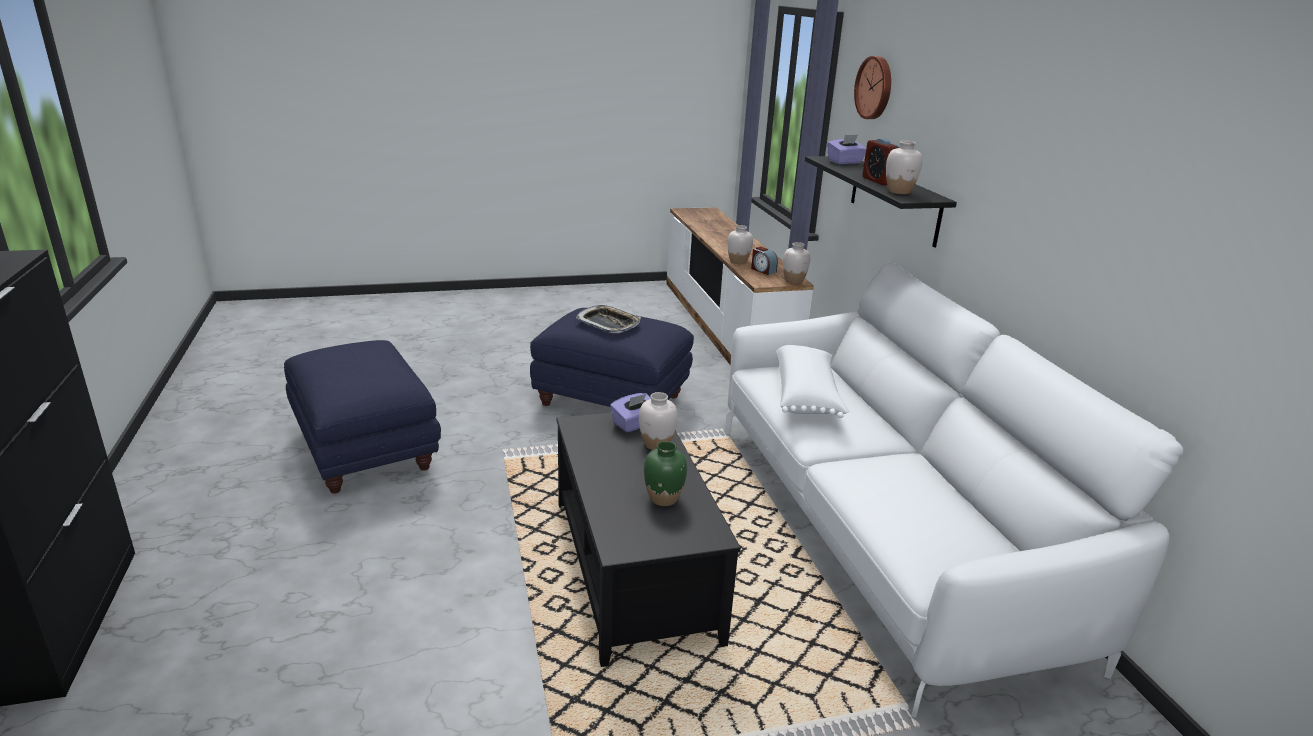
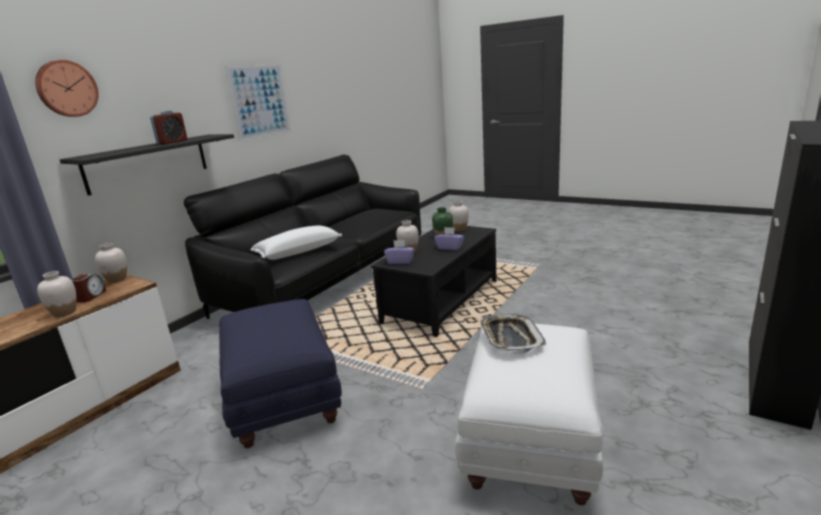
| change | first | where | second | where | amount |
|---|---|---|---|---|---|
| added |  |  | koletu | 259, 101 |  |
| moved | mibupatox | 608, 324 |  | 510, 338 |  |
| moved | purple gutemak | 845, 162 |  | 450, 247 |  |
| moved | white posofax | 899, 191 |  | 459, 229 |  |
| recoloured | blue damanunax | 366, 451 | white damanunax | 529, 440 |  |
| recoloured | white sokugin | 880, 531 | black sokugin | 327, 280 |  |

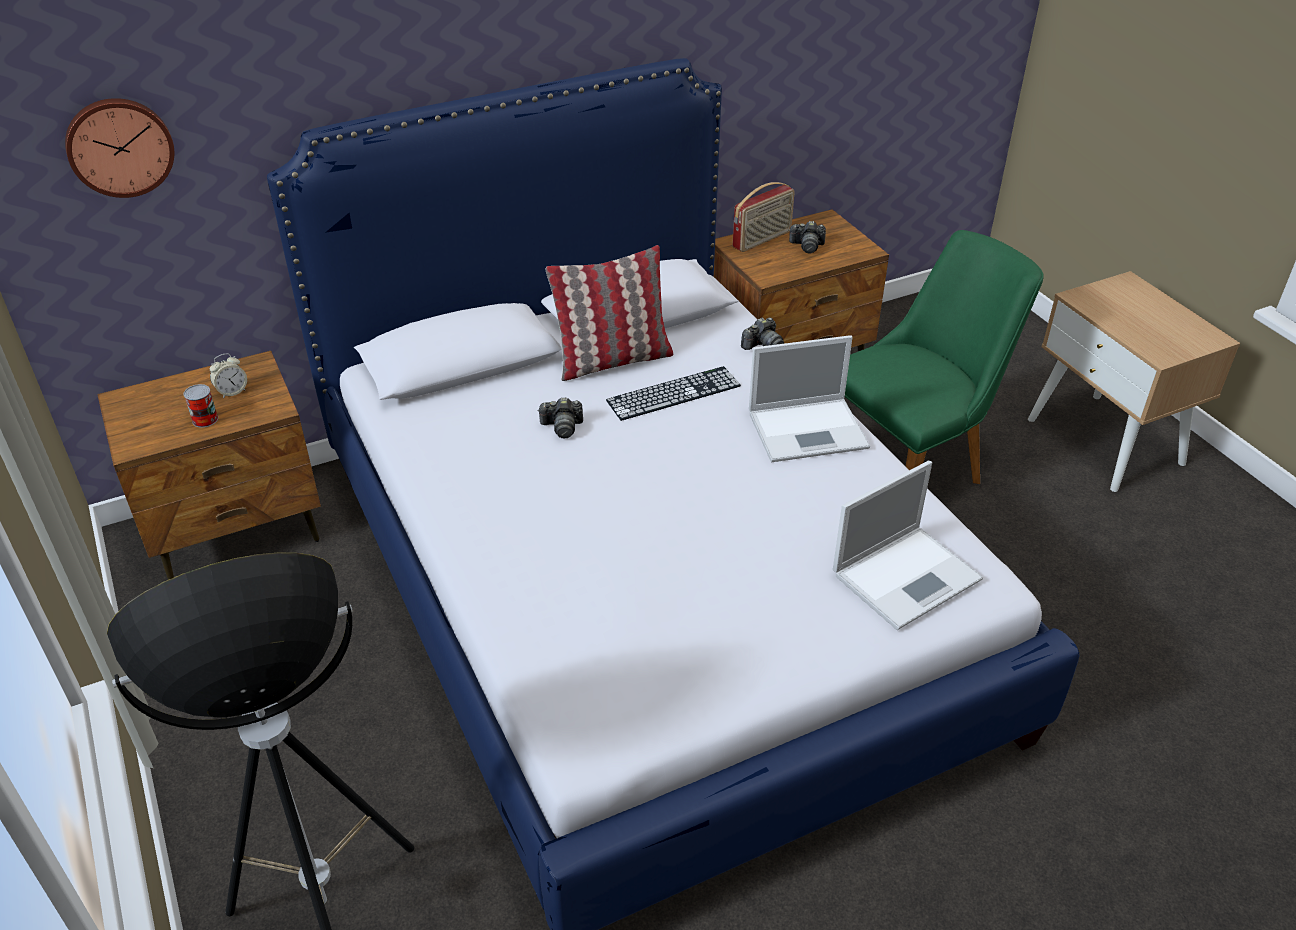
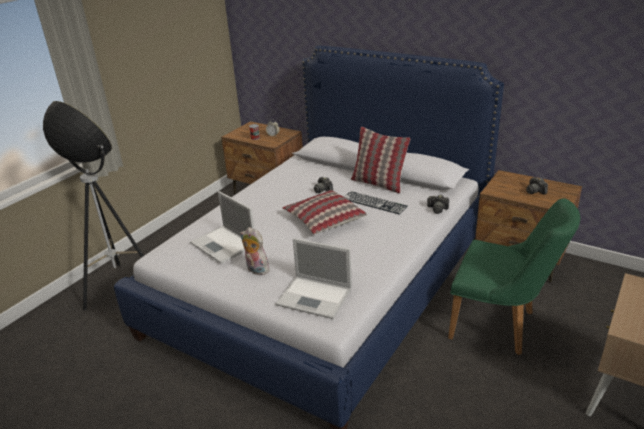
| change | first | where | second | where | amount |
|---|---|---|---|---|---|
| removed | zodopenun | 119, 146 |  |  |  |
| removed | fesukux | 762, 240 |  |  |  |
| added |  |  | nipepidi | 256, 270 |  |
| added |  |  | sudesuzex | 324, 220 |  |
| moved | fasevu | 810, 429 |  | 224, 245 |  |

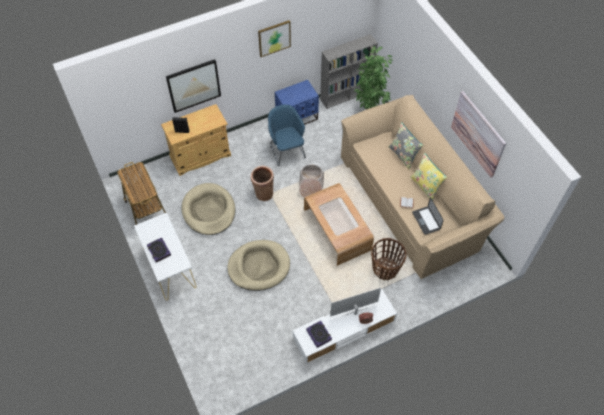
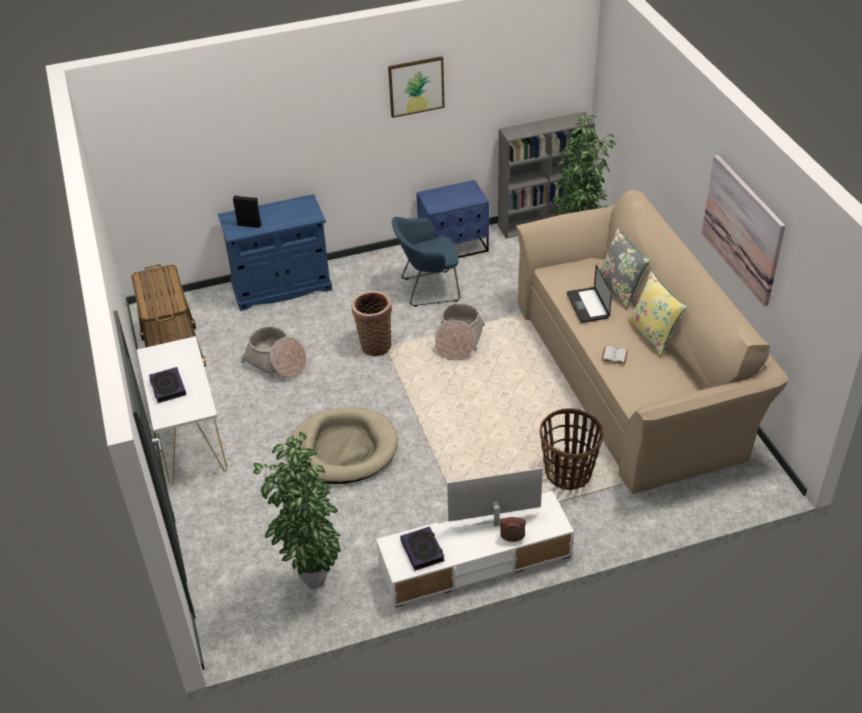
| change | first | where | second | where | amount |
|---|---|---|---|---|---|
| removed | koletu | 193, 85 |  |  |  |
| removed | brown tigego | 337, 229 |  |  |  |
| added |  |  | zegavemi | 311, 579 |  |
| moved | fasevu | 426, 221 |  | 587, 306 |  |
| replaced | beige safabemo | 209, 211 | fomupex | 276, 362 |  |
| recoloured | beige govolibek | 200, 156 | blue govolibek | 281, 287 |  |
| turned | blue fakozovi | 286, 150 |  | 427, 289 | 90 degrees counterclockwise |

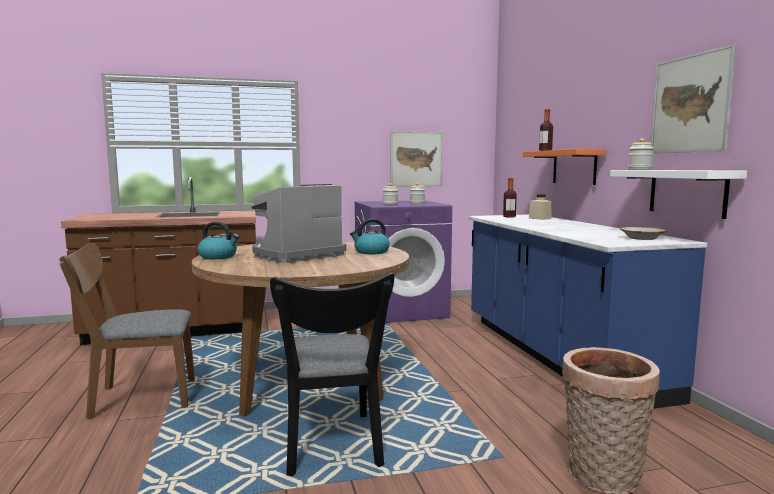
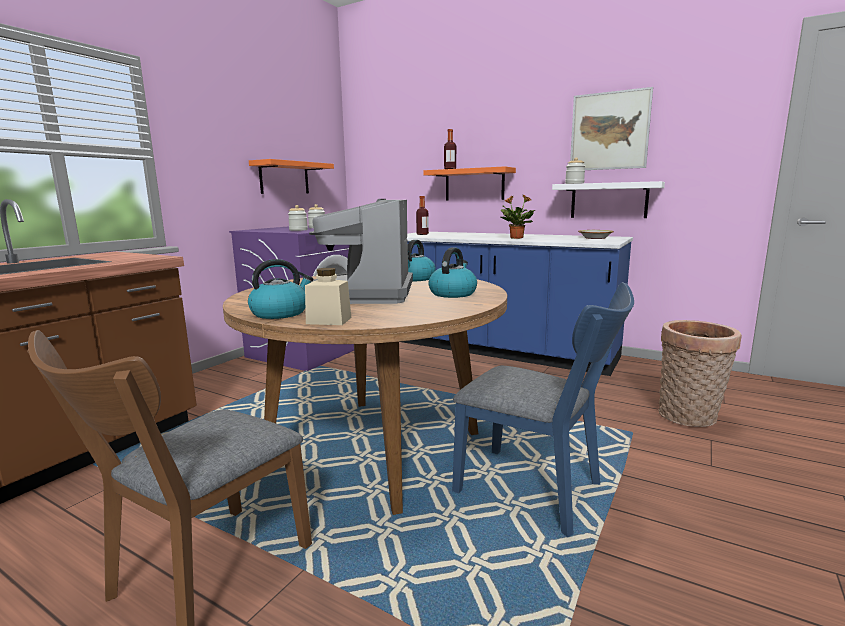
| change | first | where | second | where | amount |
|---|---|---|---|---|---|
| added |  |  | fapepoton | 453, 293 |  |
| added |  |  | zegavemi | 516, 238 |  |
| moved | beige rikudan | 540, 218 |  | 329, 320 |  |
| replaced | koletu | 416, 159 | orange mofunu | 284, 178 |  |
| recoloured | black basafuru | 332, 448 | blue basafuru | 538, 492 |  |

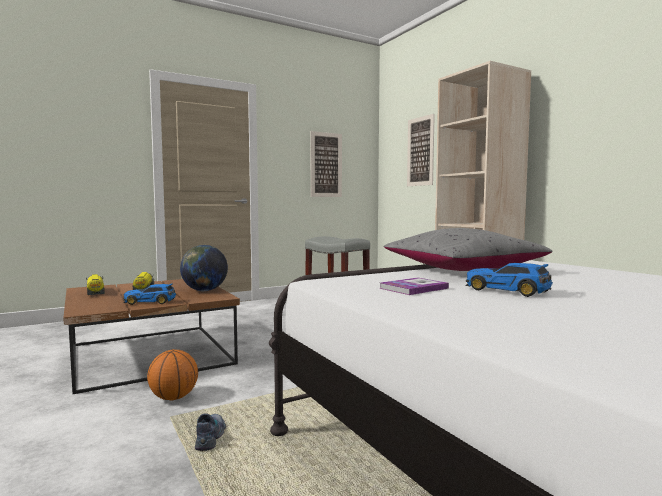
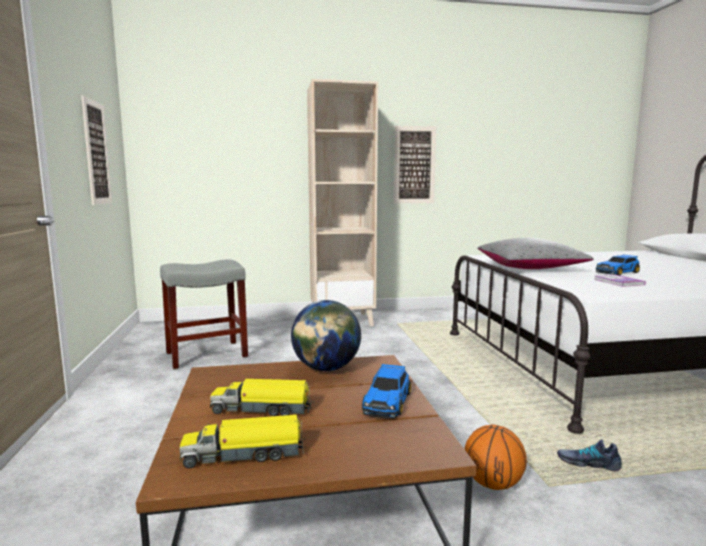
| change | first | where | second | where | amount |
|---|---|---|---|---|---|
| moved | koletu | 420, 151 |  | 414, 165 |  |

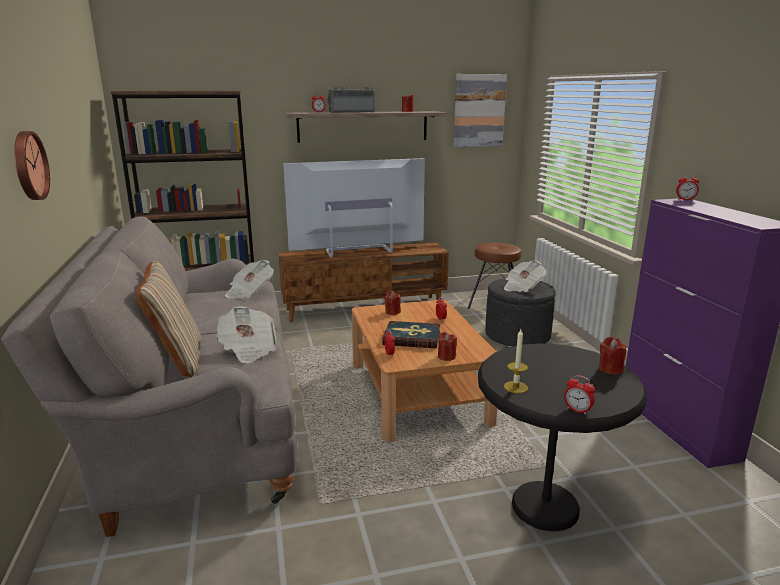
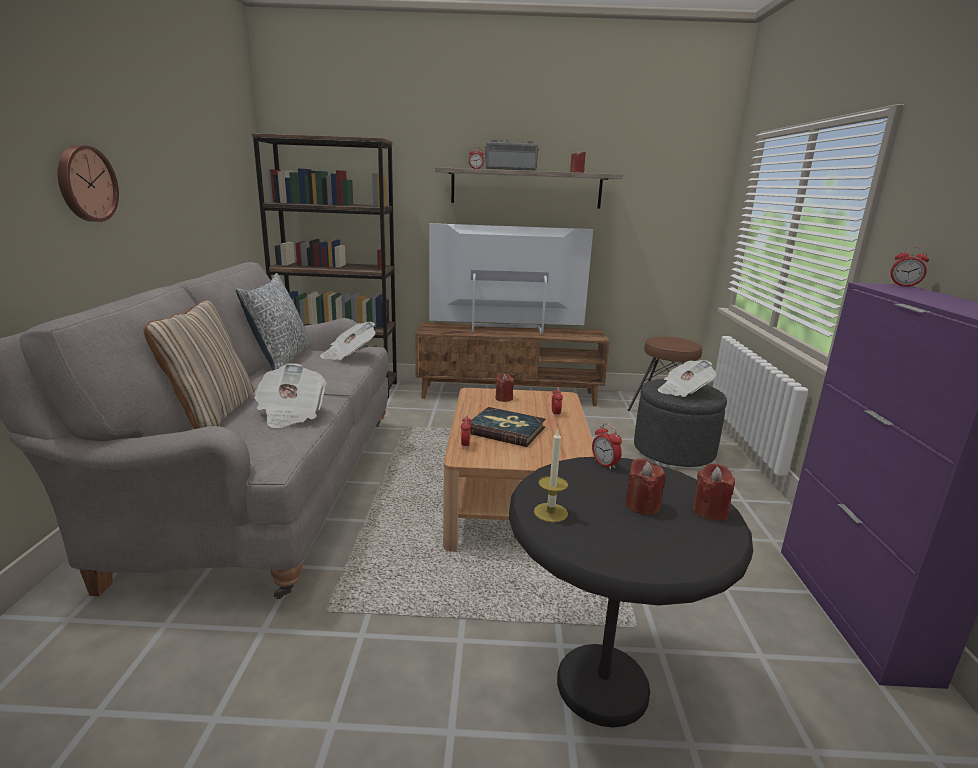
| change | first | where | second | where | amount |
|---|---|---|---|---|---|
| removed | koletu | 479, 110 |  |  |  |
| added |  |  | sudesuzex | 281, 359 |  |
| moved | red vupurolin | 446, 356 |  | 642, 505 |  |
| moved | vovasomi | 577, 410 |  | 604, 464 |  |

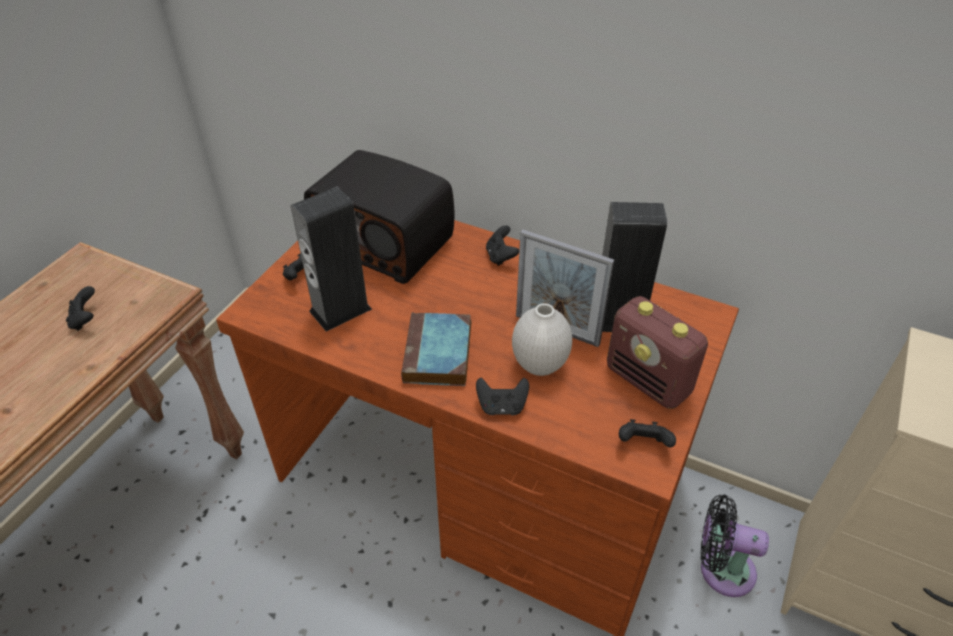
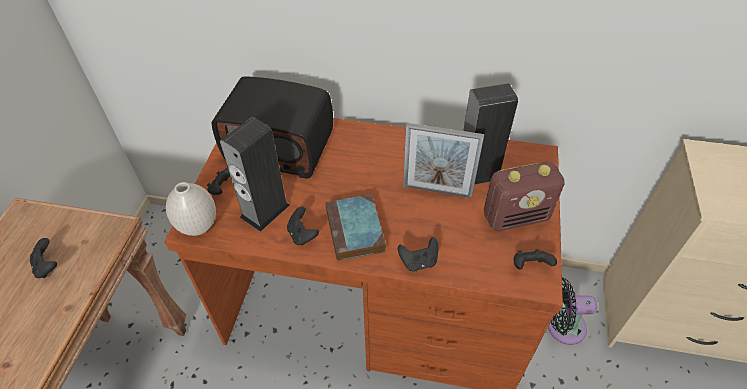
| change | first | where | second | where | amount |
|---|---|---|---|---|---|
| moved | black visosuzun | 501, 256 |  | 302, 235 |  |
| moved | white posofax | 540, 365 |  | 199, 226 |  |
| turned | fesukux | 649, 381 |  | 516, 216 | 45 degrees counterclockwise |

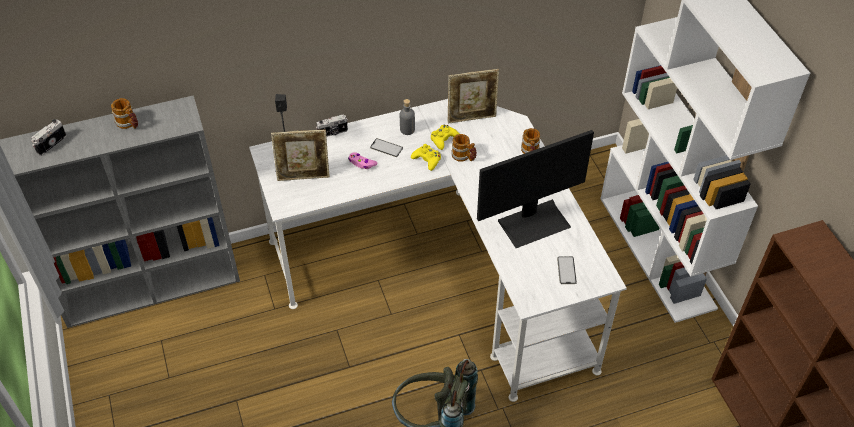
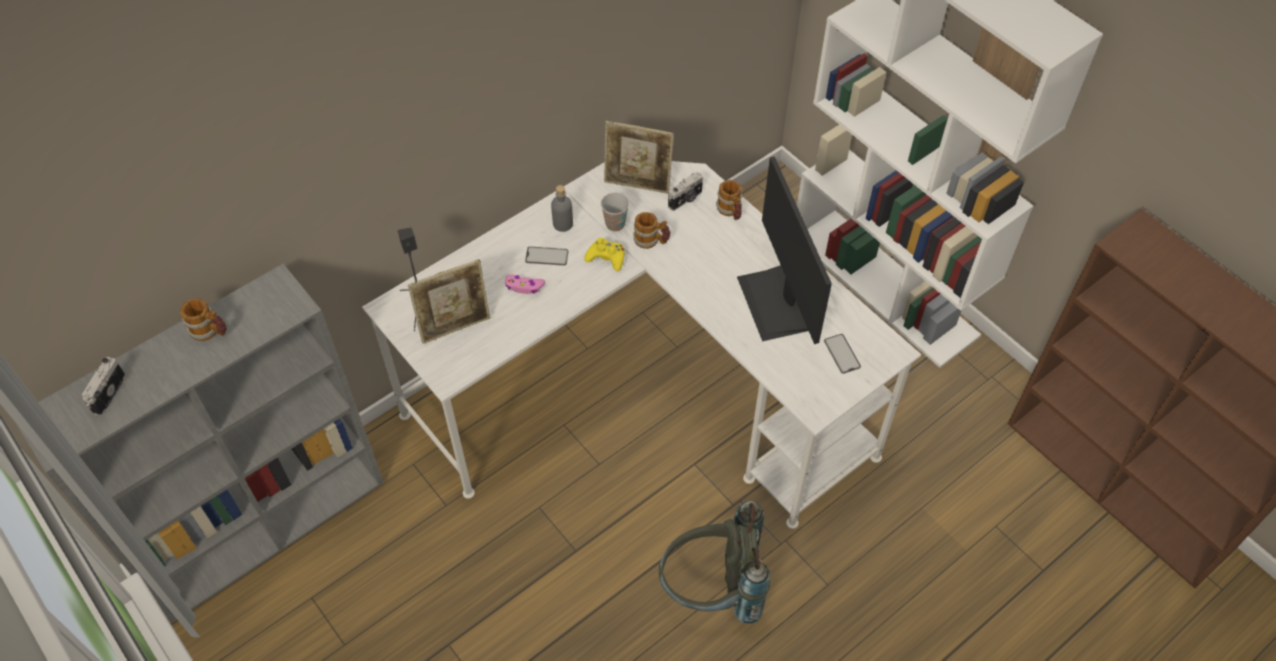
| change | first | where | second | where | amount |
|---|---|---|---|---|---|
| moved | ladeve | 333, 133 |  | 686, 199 |  |
| replaced | yellow visosuzun | 443, 139 | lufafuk | 615, 224 |  |
| turned | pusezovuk | 471, 118 |  | 638, 185 | 45 degrees clockwise |
| turned | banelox | 534, 222 |  | 775, 303 | 120 degrees clockwise |

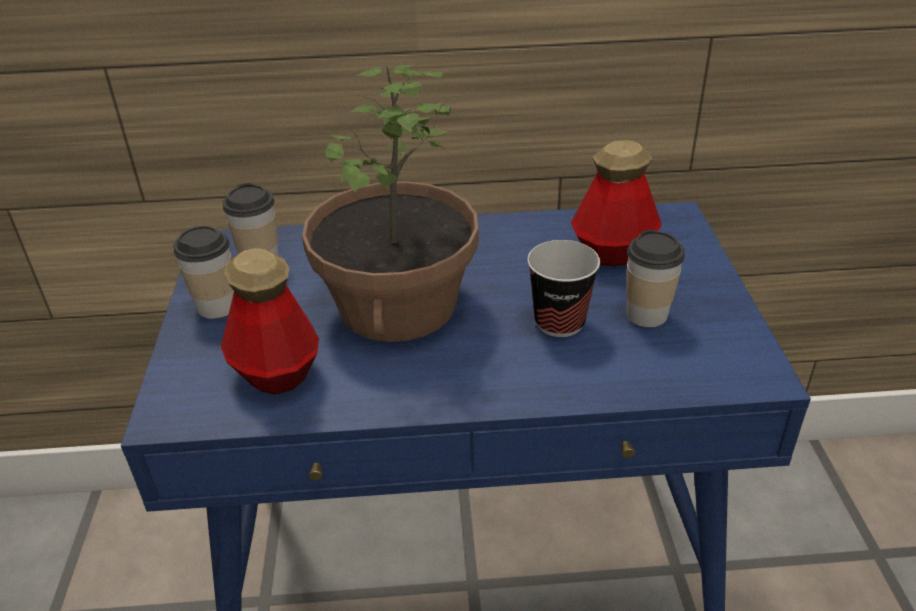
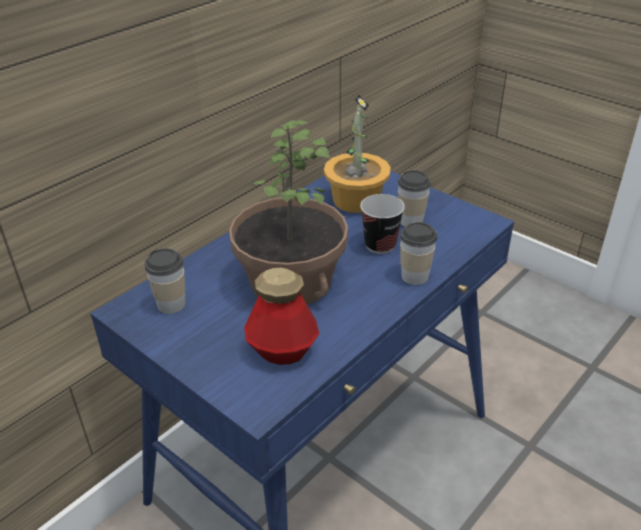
| change | first | where | second | where | amount |
|---|---|---|---|---|---|
| moved | lufafuk | 217, 306 |  | 415, 276 |  |
| replaced | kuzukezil | 613, 252 | zegavemi | 355, 200 |  |

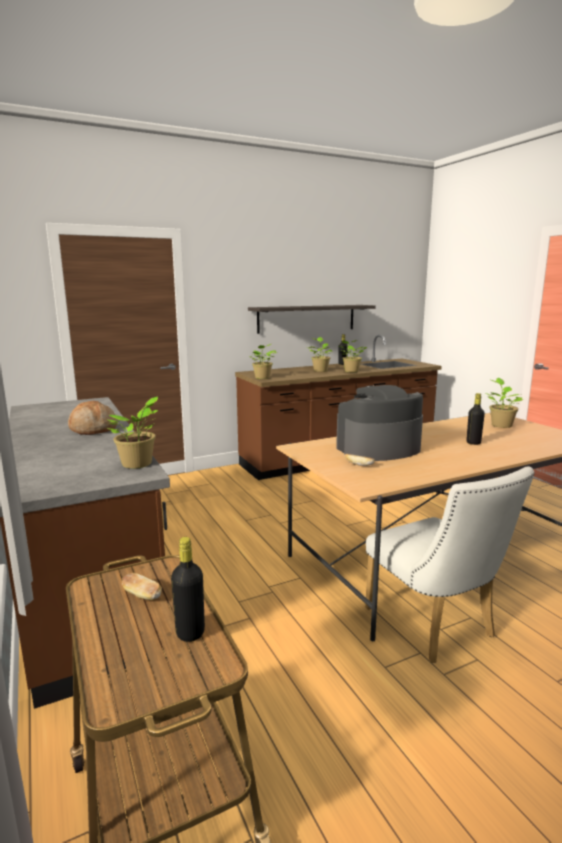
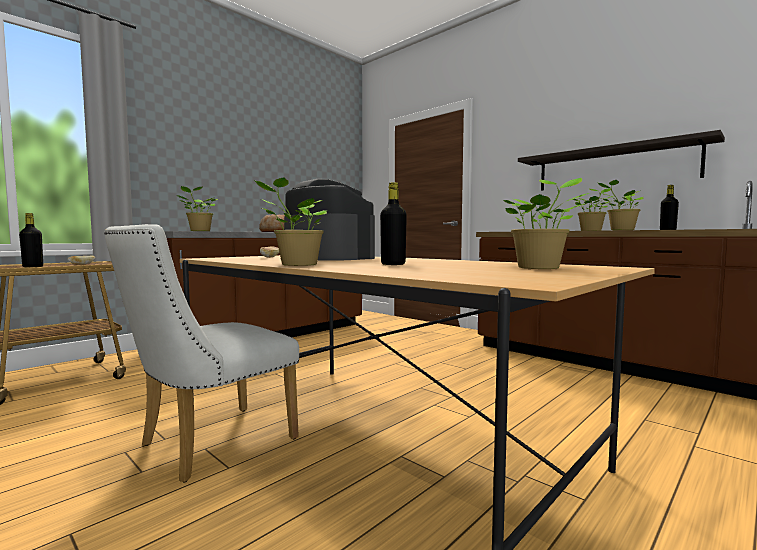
| change | first | where | second | where | amount |
|---|---|---|---|---|---|
| moved | zegavemi | 262, 378 |  | 296, 265 |  |

